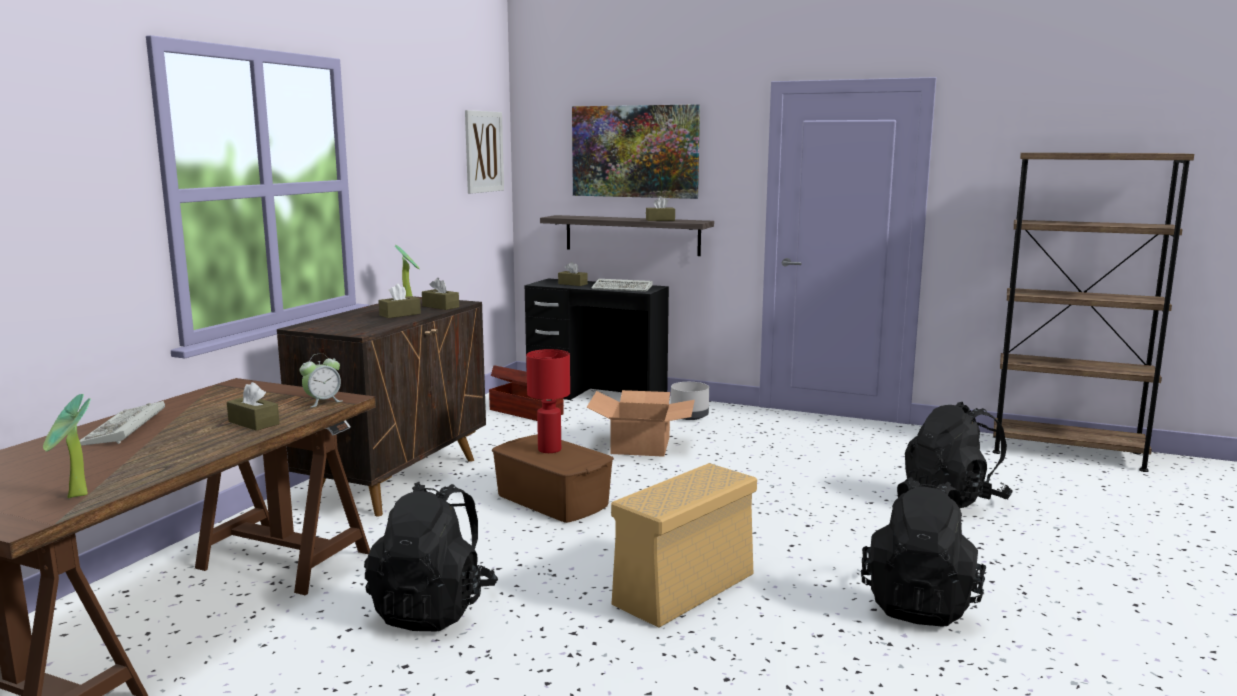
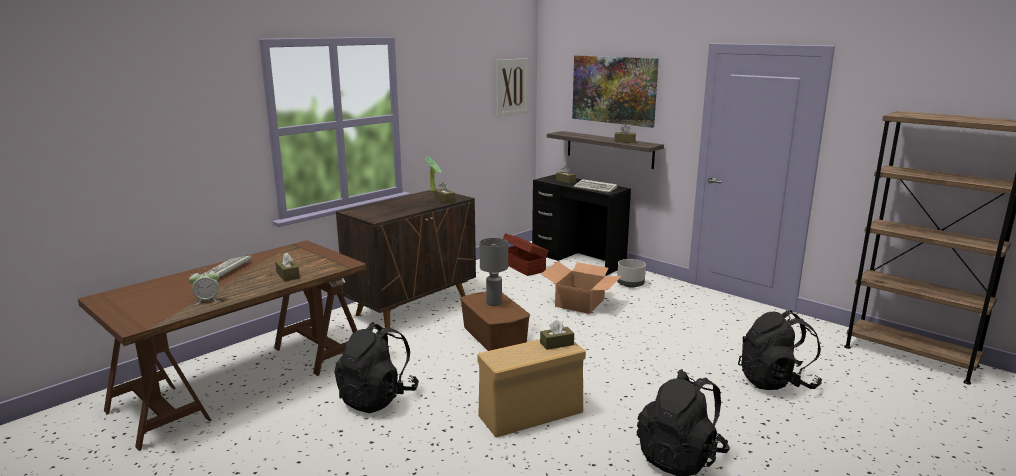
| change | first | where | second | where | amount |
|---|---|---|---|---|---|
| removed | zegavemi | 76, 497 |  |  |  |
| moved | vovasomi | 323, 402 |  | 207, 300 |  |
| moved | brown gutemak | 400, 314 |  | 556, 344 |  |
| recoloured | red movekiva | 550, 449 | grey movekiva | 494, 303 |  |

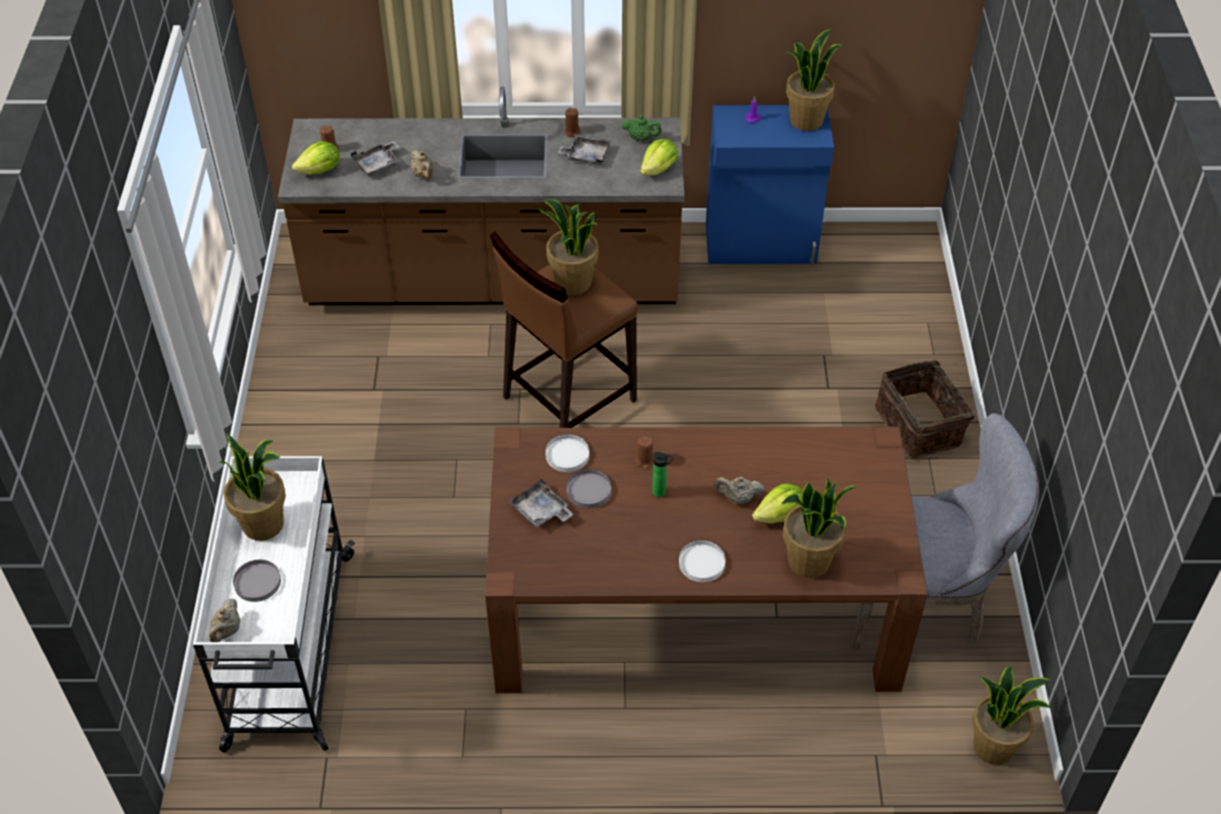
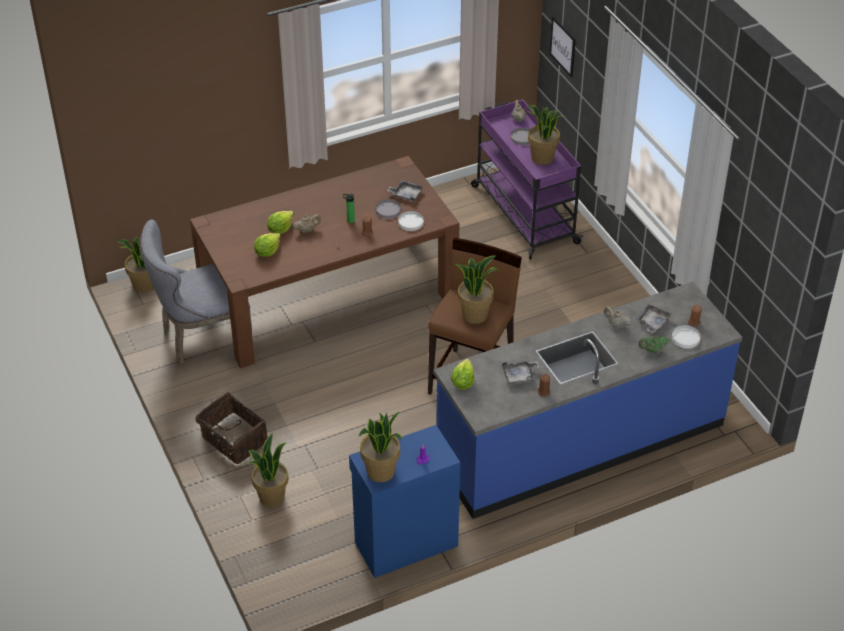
| change | first | where | second | where | amount |
|---|---|---|---|---|---|
| added |  |  | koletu | 563, 46 |  |
| moved | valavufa | 320, 171 |  | 267, 252 |  |
| moved | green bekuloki | 641, 138 |  | 652, 351 |  |
| moved | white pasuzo | 701, 563 |  | 685, 338 |  |
| moved | zegavemi | 809, 562 |  | 271, 497 |  |
| recoloured | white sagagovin | 289, 651 | purple sagagovin | 523, 213 |  |
| recoloured | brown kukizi | 493, 281 | blue kukizi | 580, 441 |  |

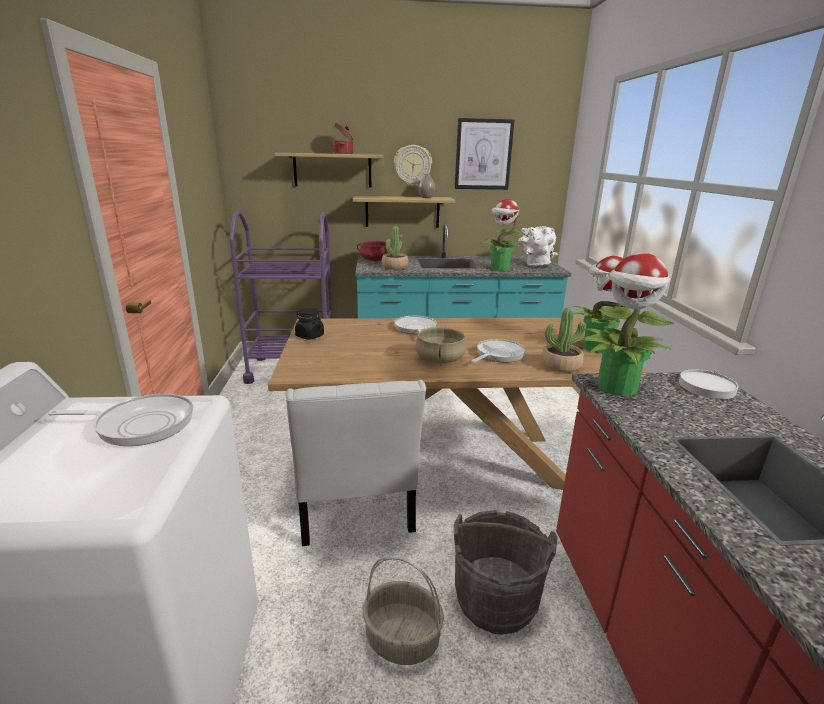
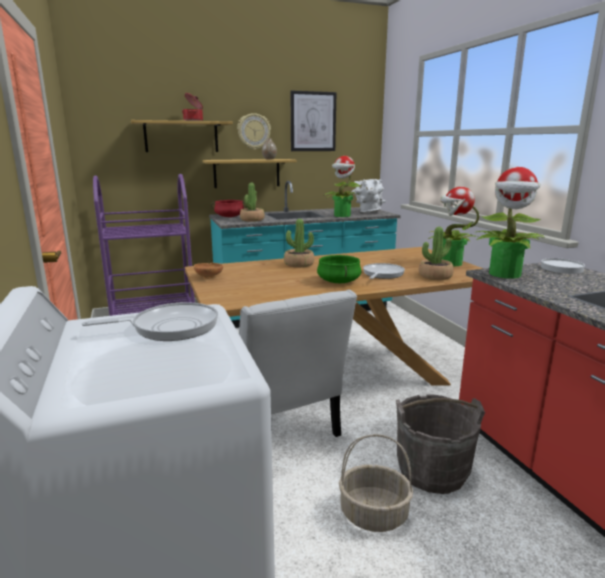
| change | first | where | second | where | amount |
|---|---|---|---|---|---|
| replaced | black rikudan | 309, 336 | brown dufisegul | 209, 277 |  |
| replaced | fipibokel | 415, 329 | zegavemi | 299, 264 |  |
| recoloured | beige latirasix | 440, 359 | green latirasix | 339, 281 |  |

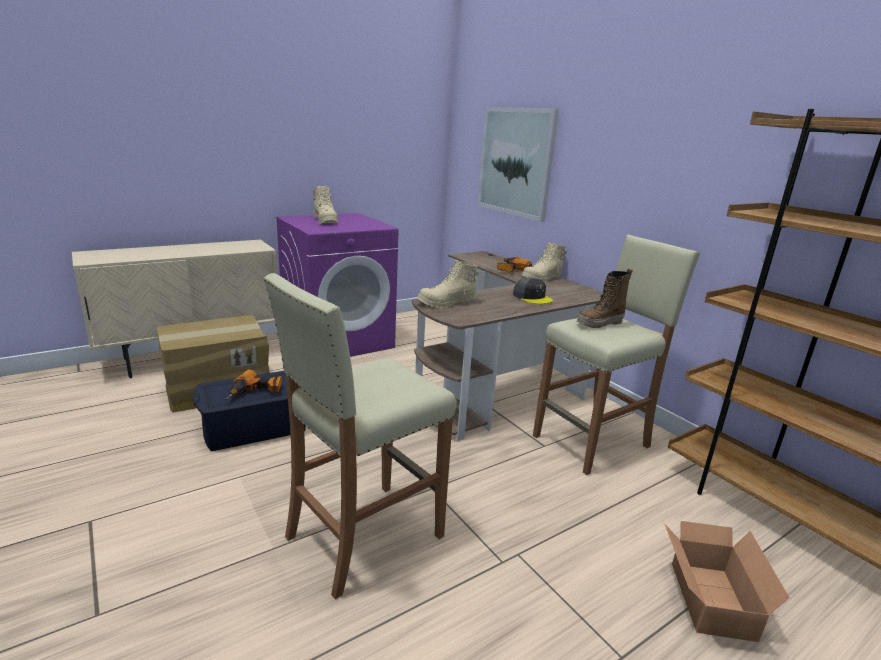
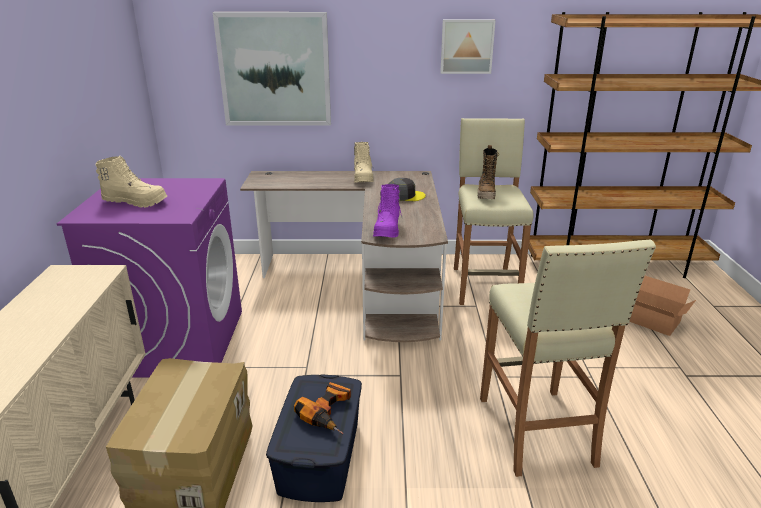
| change | first | where | second | where | amount |
|---|---|---|---|---|---|
| removed | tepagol | 509, 269 |  |  |  |
| added |  |  | koletu | 466, 46 |  |
| recoloured | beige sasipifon | 447, 303 | purple sasipifon | 387, 229 |  |

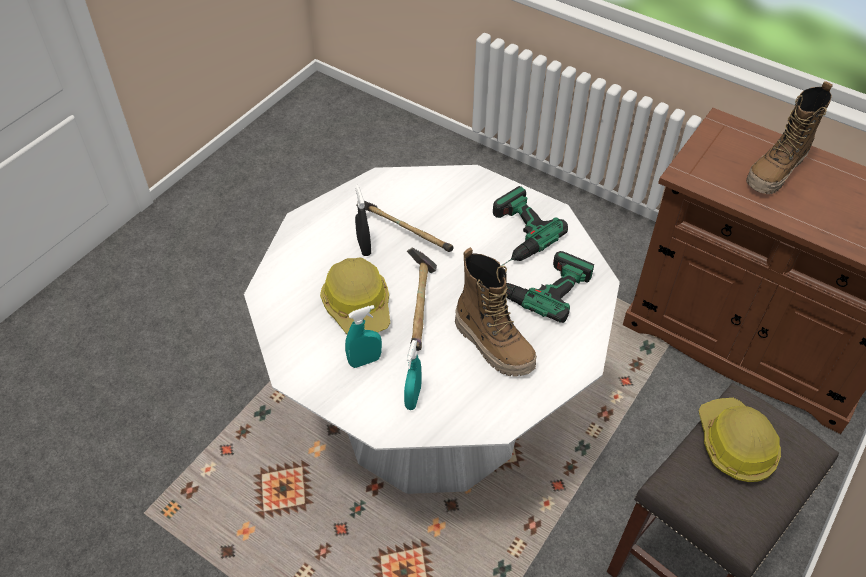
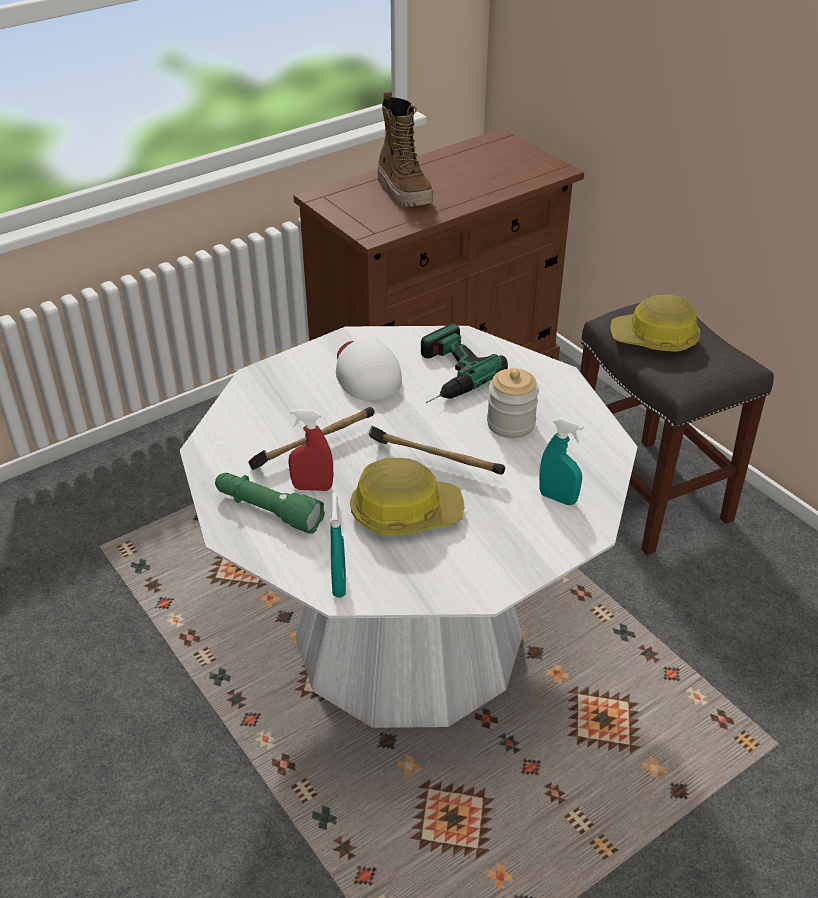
| change | first | where | second | where | amount |
|---|---|---|---|---|---|
| added |  |  | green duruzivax | 268, 511 |  |
| moved | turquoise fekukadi | 365, 361 |  | 339, 583 |  |
| replaced | sasipifon | 494, 344 | rikudan | 511, 424 |  |
| replaced | tepagol | 513, 235 | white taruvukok | 366, 372 |  |
| recoloured | black fekukadi | 364, 246 | red fekukadi | 312, 487 |  |

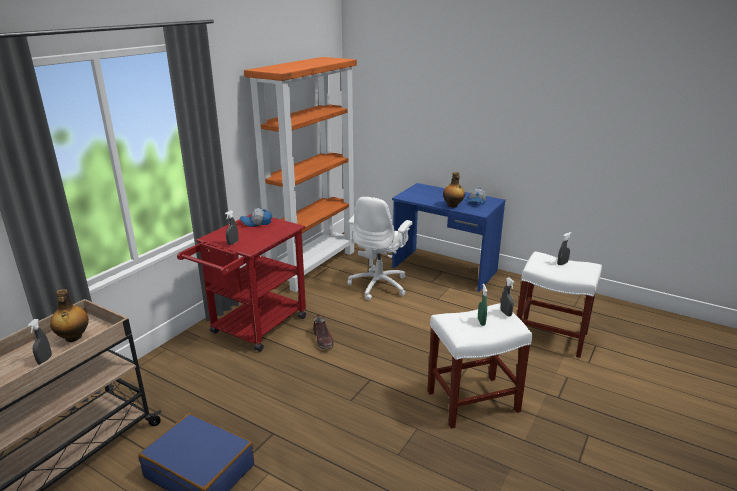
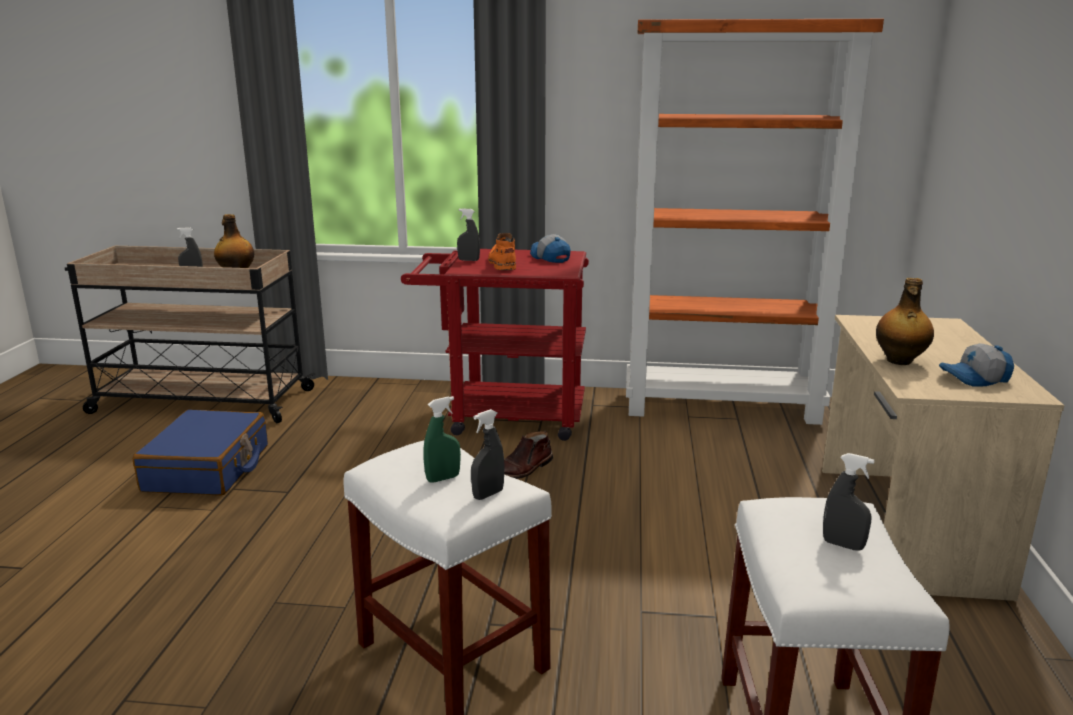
| change | first | where | second | where | amount |
|---|---|---|---|---|---|
| removed | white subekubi | 379, 285 |  |  |  |
| added |  |  | orange sasipifon | 502, 263 |  |
| recoloured | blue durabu | 444, 270 | beige durabu | 903, 527 |  |

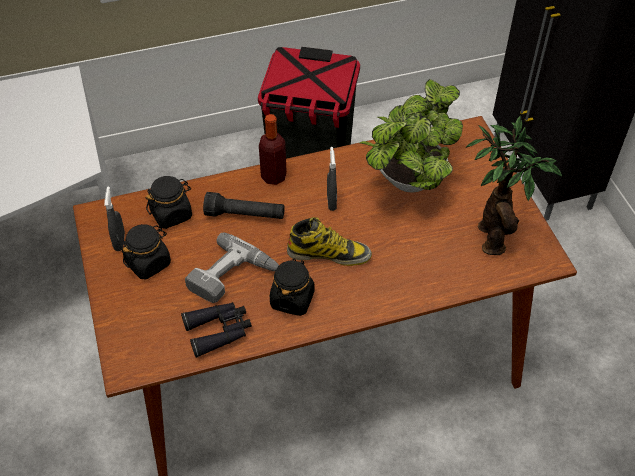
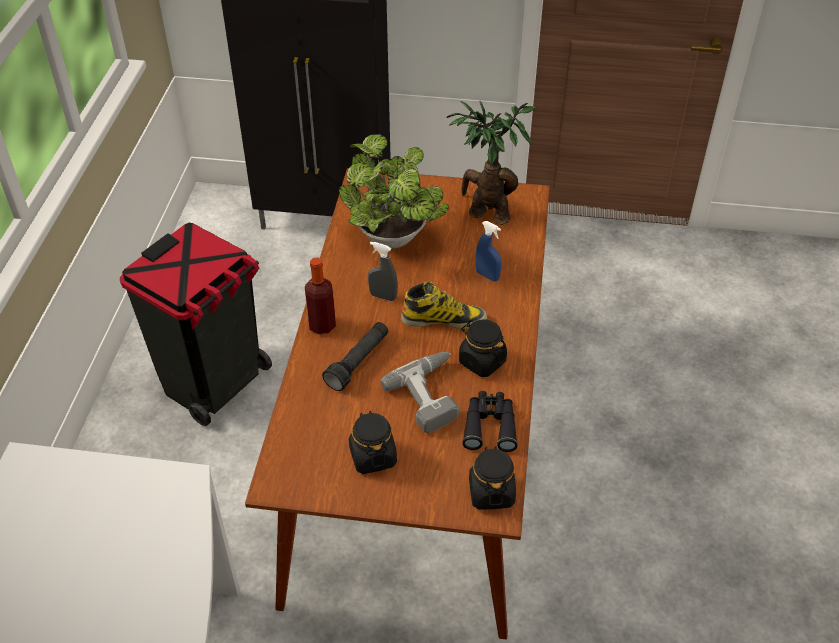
| change | first | where | second | where | amount |
|---|---|---|---|---|---|
| removed | grey fekukadi | 119, 241 |  |  |  |
| added |  |  | blue fekukadi | 487, 275 |  |
| moved | black rikudan | 171, 214 |  | 491, 492 |  |
| turned | sasipifon | 329, 253 |  | 444, 319 | 60 degrees clockwise |

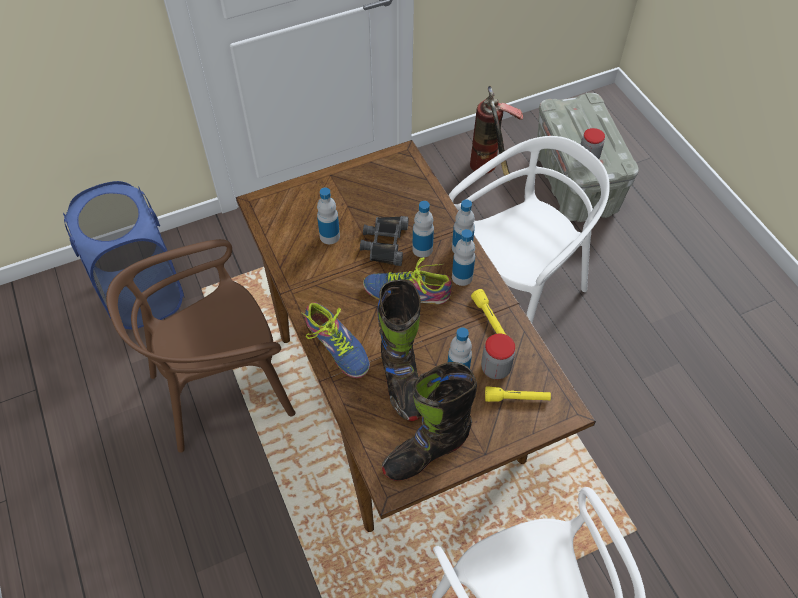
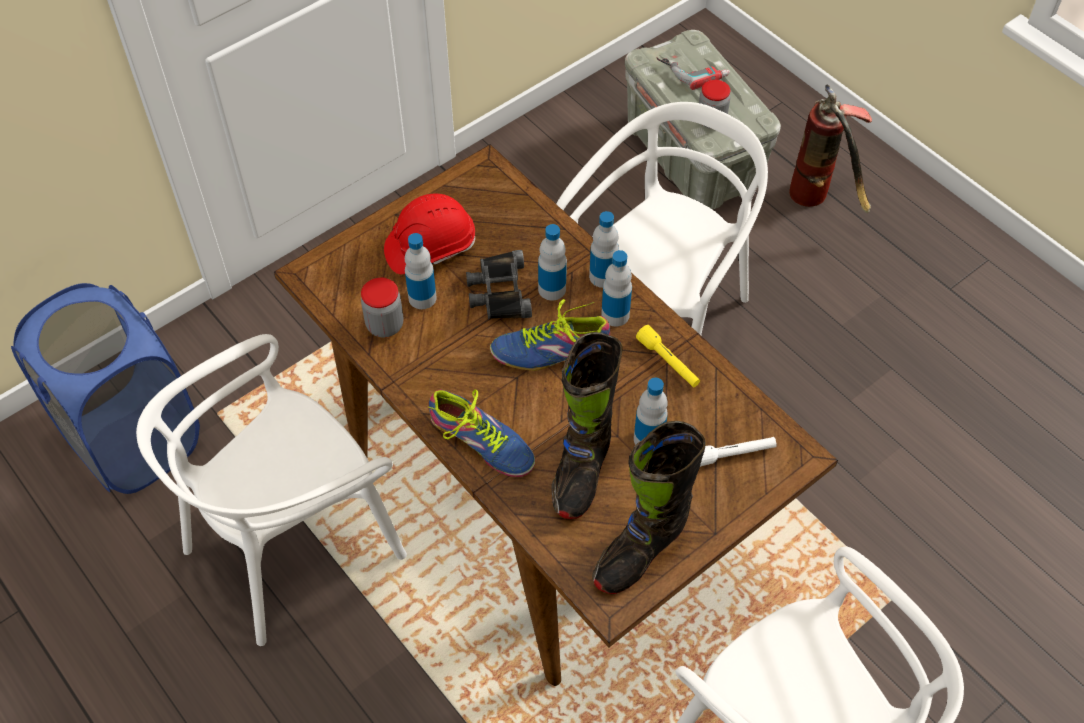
| change | first | where | second | where | amount |
|---|---|---|---|---|---|
| added |  |  | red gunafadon | 430, 247 |  |
| added |  |  | tepagol | 693, 70 |  |
| moved | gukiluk | 490, 170 |  | 821, 199 |  |
| moved | rikudan | 495, 368 |  | 385, 325 |  |
| recoloured | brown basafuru | 222, 389 | white basafuru | 293, 545 |  |
| recoloured | yellow duruzivax | 517, 398 | white duruzivax | 733, 455 |  |
| turned | black sasipifon | 401, 383 |  | 581, 469 | 45 degrees clockwise |

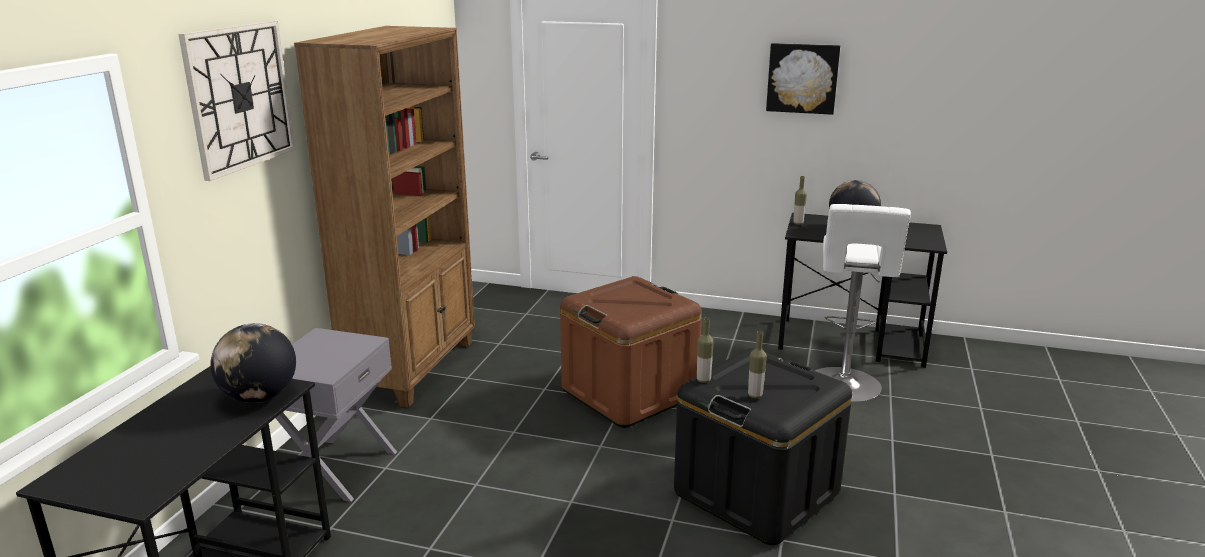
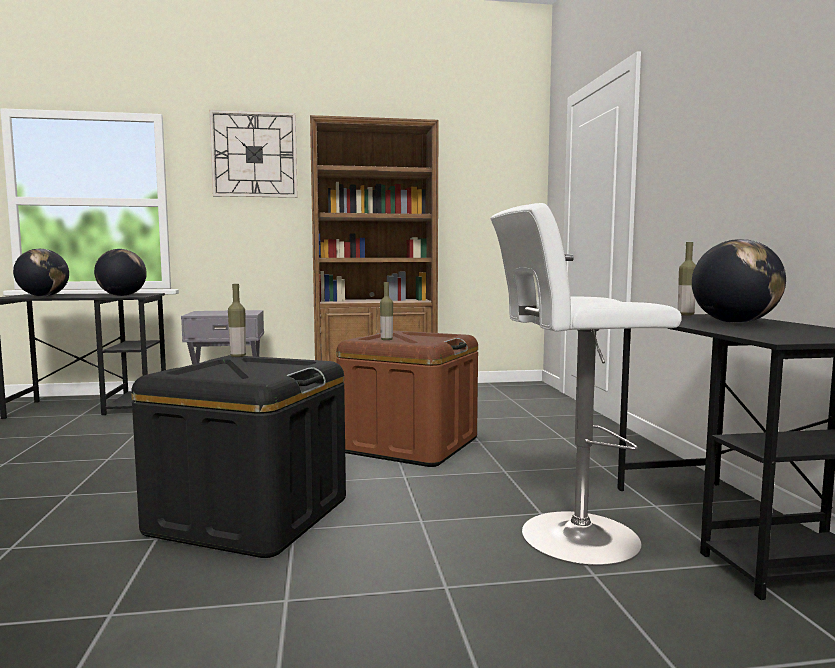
| change | first | where | second | where | amount |
|---|---|---|---|---|---|
| removed | koletu | 802, 78 |  |  |  |
| added |  |  | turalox | 43, 296 |  |
| moved | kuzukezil | 755, 395 |  | 386, 339 |  |

